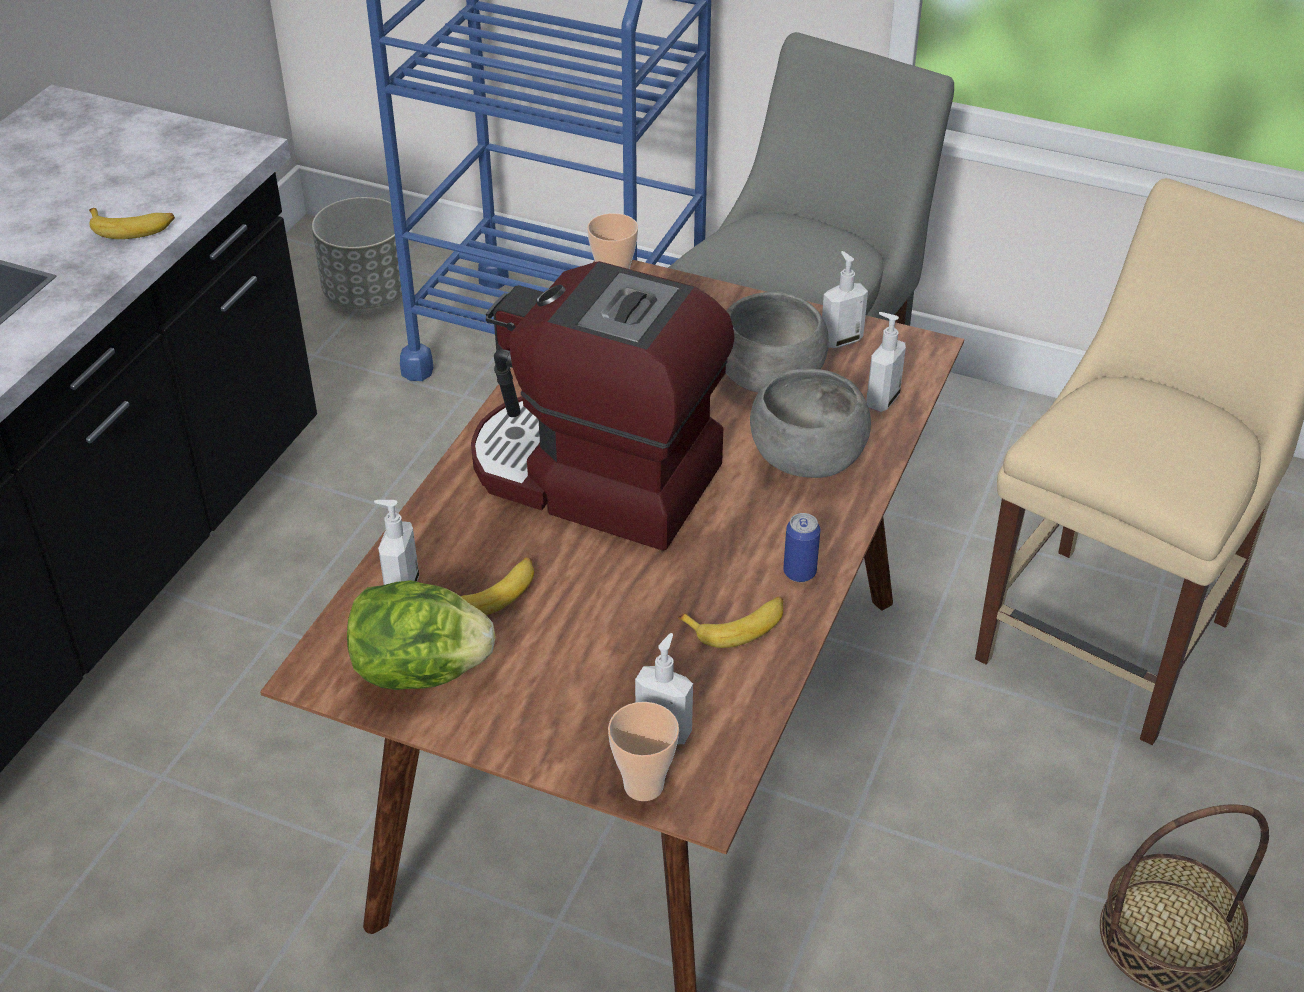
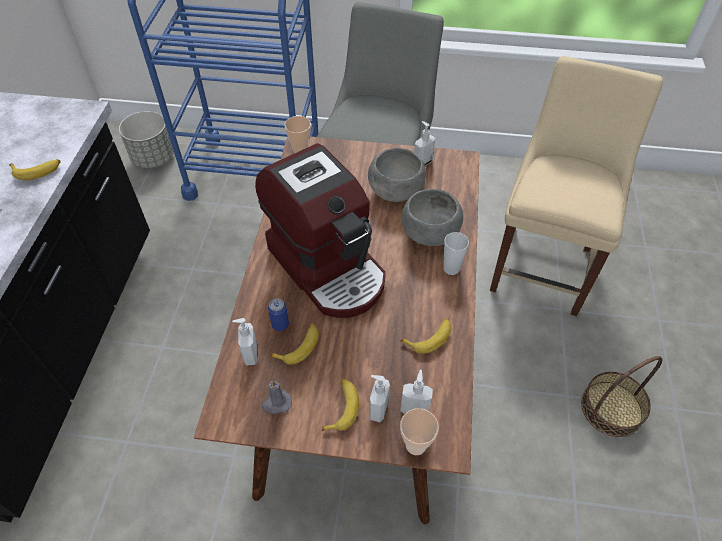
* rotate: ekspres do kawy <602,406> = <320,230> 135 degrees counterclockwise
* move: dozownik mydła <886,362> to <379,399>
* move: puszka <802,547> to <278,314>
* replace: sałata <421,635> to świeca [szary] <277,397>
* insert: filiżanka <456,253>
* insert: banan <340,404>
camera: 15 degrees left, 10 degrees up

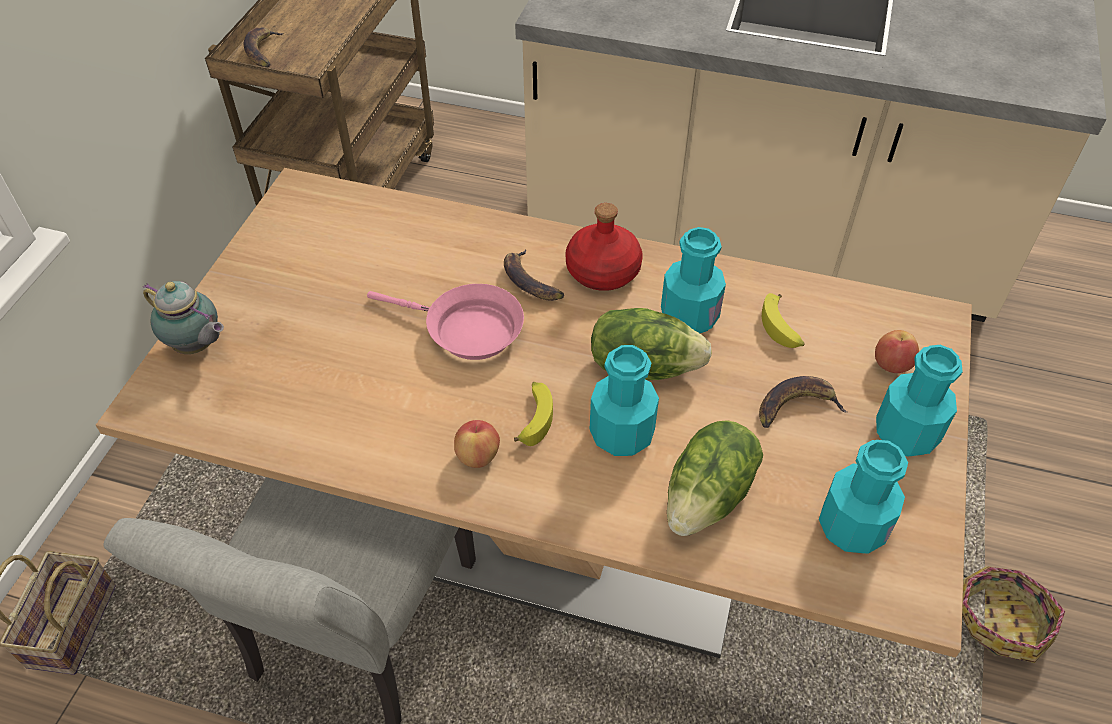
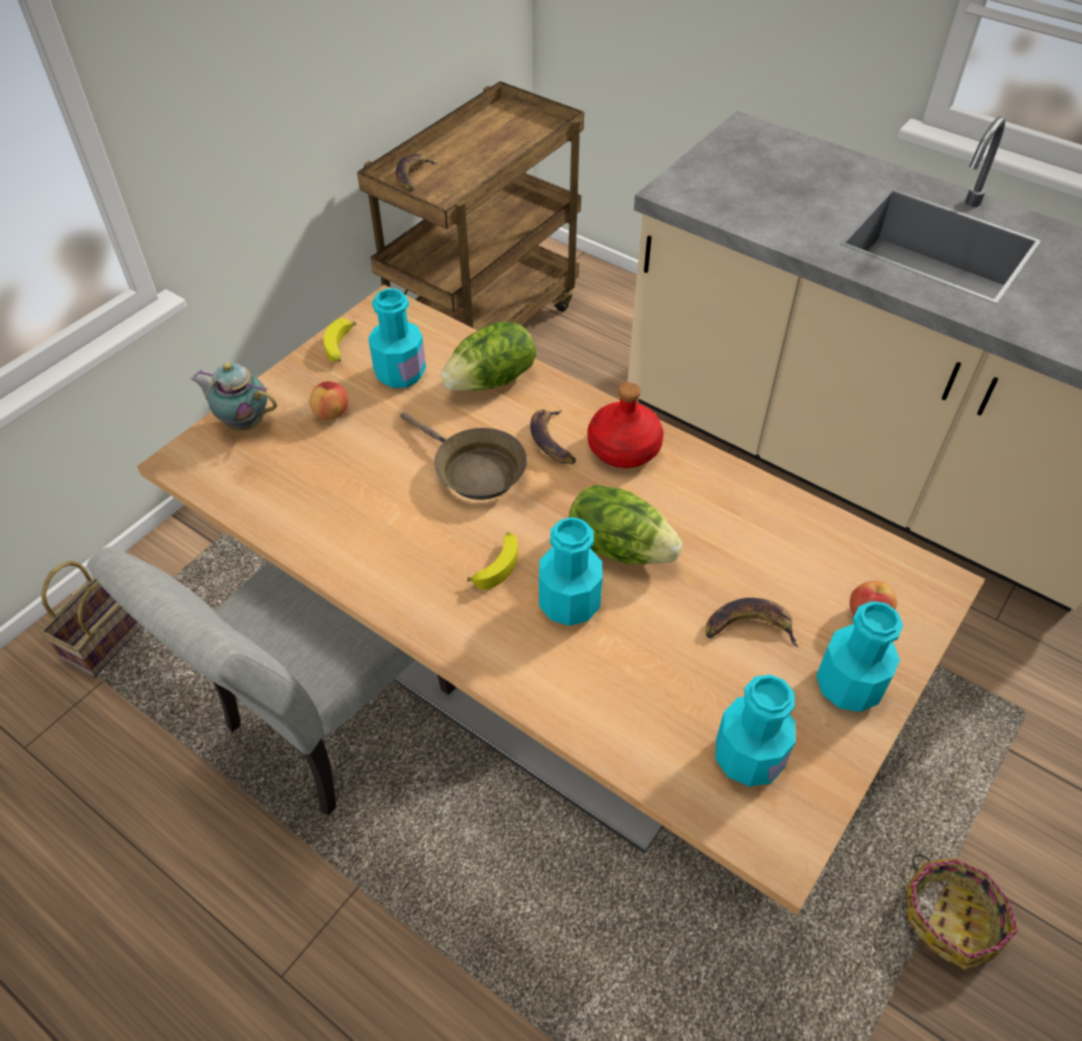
* move: butelka [turkusowy] <693,280> to <397,338>
* rotate: imbryk <183,317> = <234,397> 150 degrees clockwise
* recolor: patelnia [różowy] <445,322> to patelnia [brązowy] <463,456>
* move: banan <783,320> to <340,340>
* move: jabłko <477,444> to <328,400>
* move: sałata <715,478> to <488,356>
camera: 20 degrees right, 0 degrees up

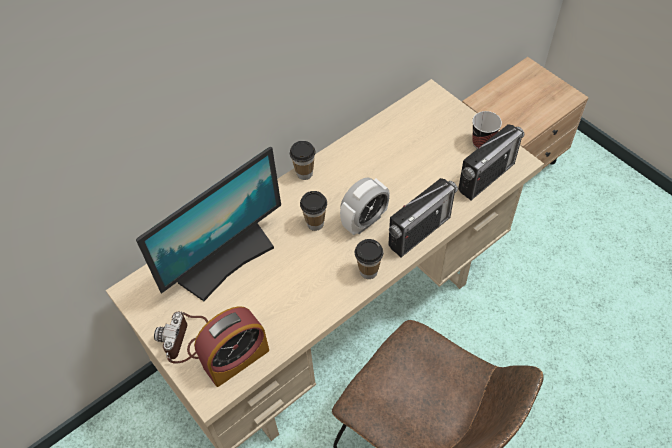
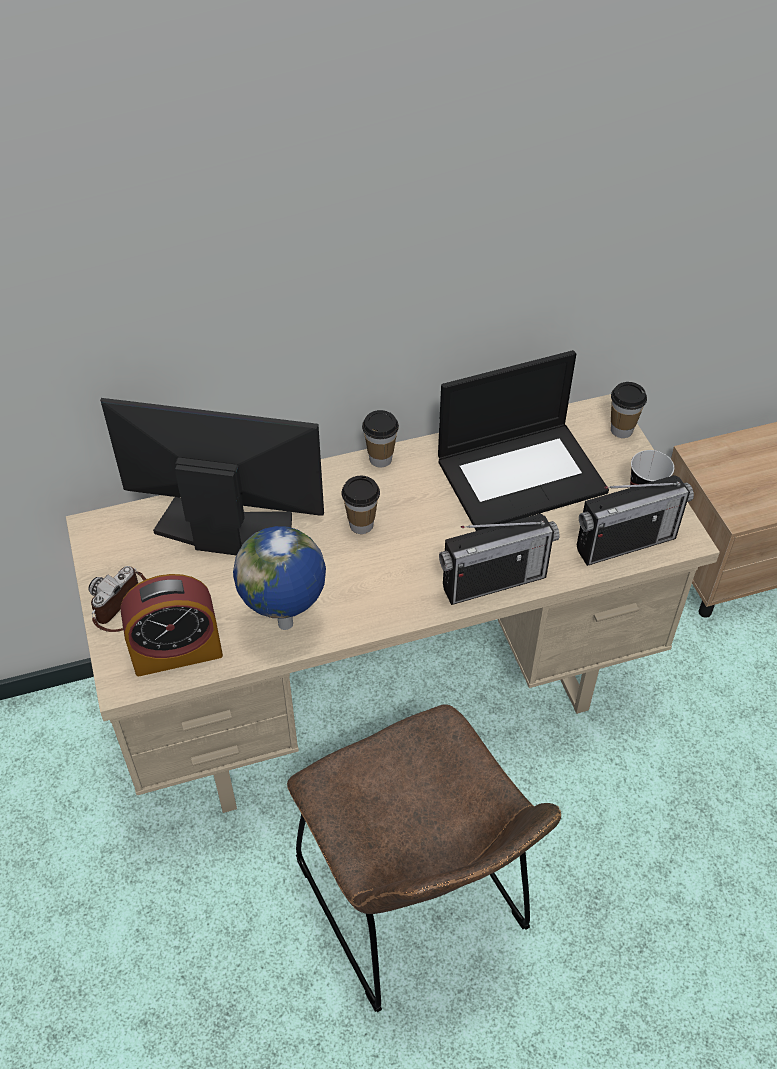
* rotate: monitor <208,224> = <212,476> 150 degrees counterclockwise
* delete: budzik <365,206>
* move: filiżanka <369,259> to <629,410>
* insert: laptop <523,440>
* insert: globus <279,578>
camera: 20 degrees right, 5 degrees down

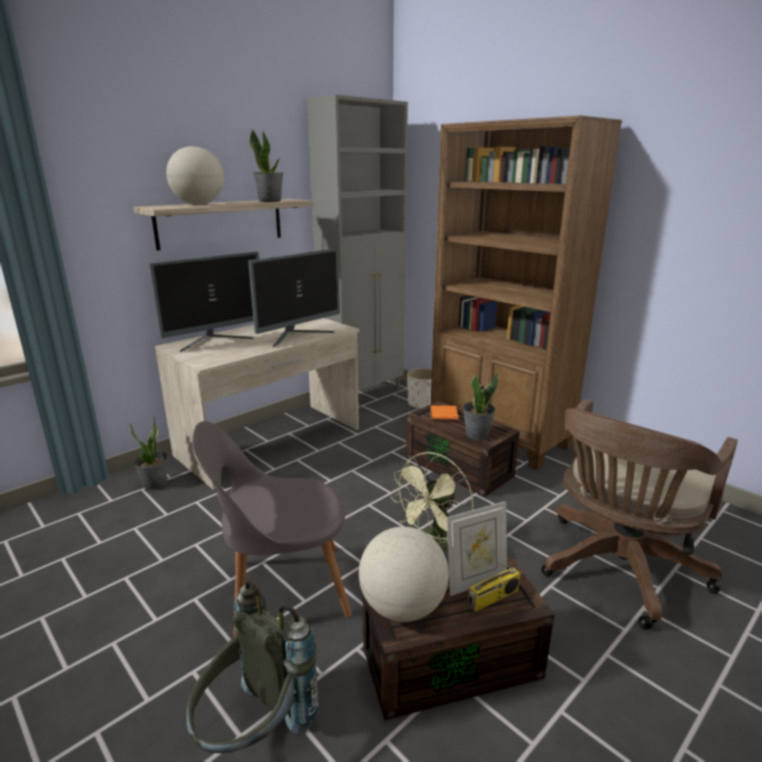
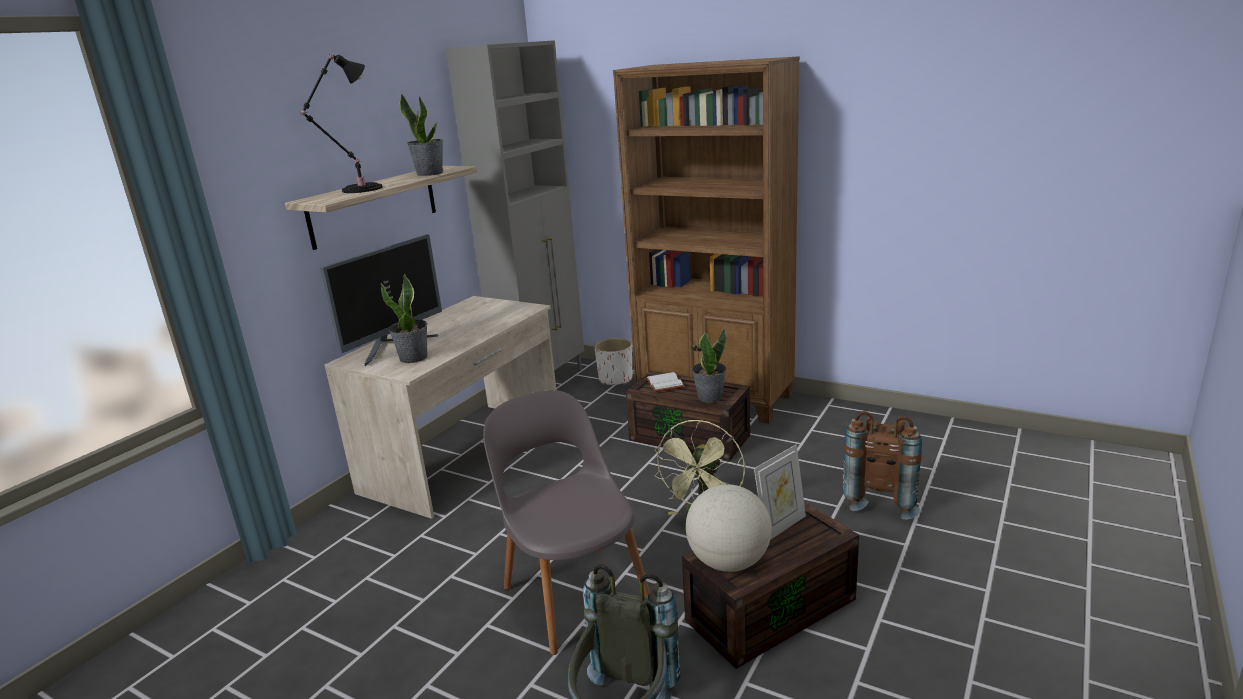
* replace: globus <195,175> to lampa stołowa [czarny] <341,123>
* delete: monitor <294,297>
* replace: krzesło biurowe [brązowy] <640,514> to plecak [brązowy] <882,465>
* recolor: książka [pomarańczowy] <444,413> to książka [biały] <665,382>
* move: roślina doniczkowa <149,453> to <404,318>
* rotate: krzesło [szary] <272,528> = <566,522> 90 degrees clockwise
* delete: radio <494,584>
camera: 15 degrees left, 0 degrees up

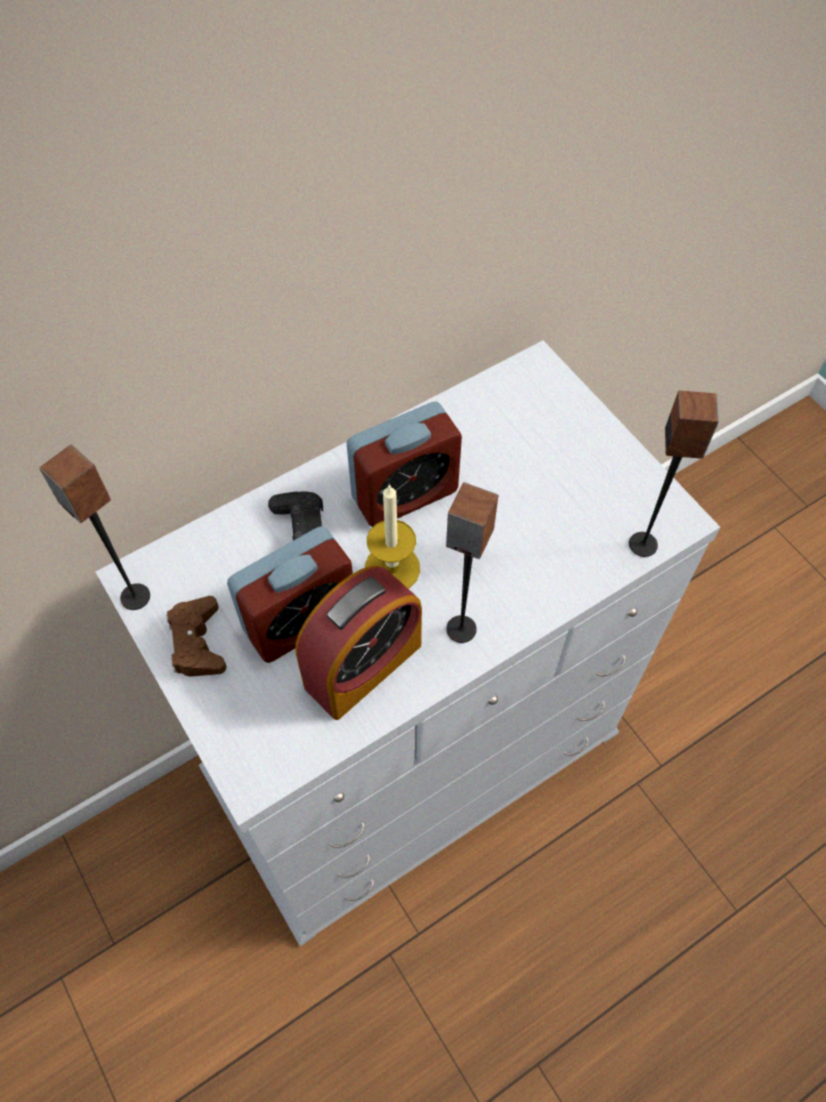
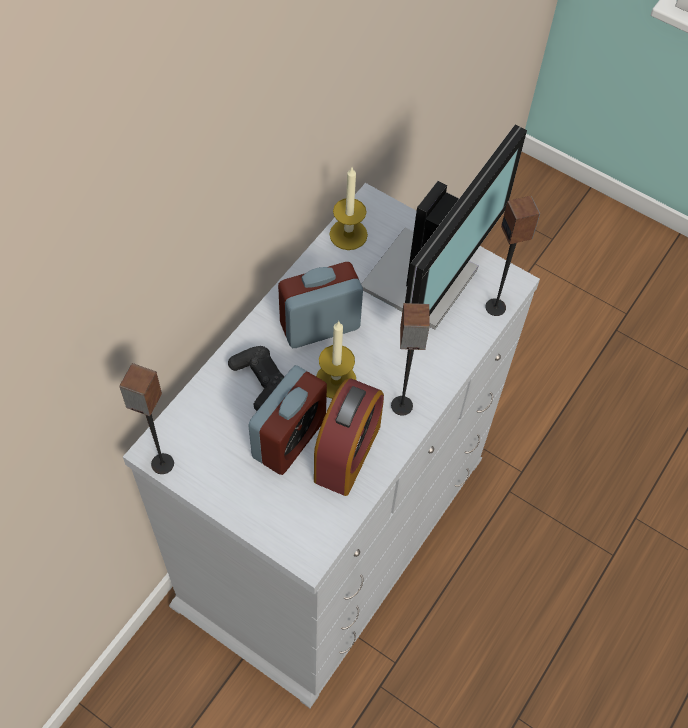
* rotate: budzik <404,464> = <320,305> 150 degrees counterclockwise
* delete: pad do gier [brązowy] <196,636>
* insert: monitor <444,227>
* insert: świeca <348,208>
camera: 25 degrees left, 0 degrees up

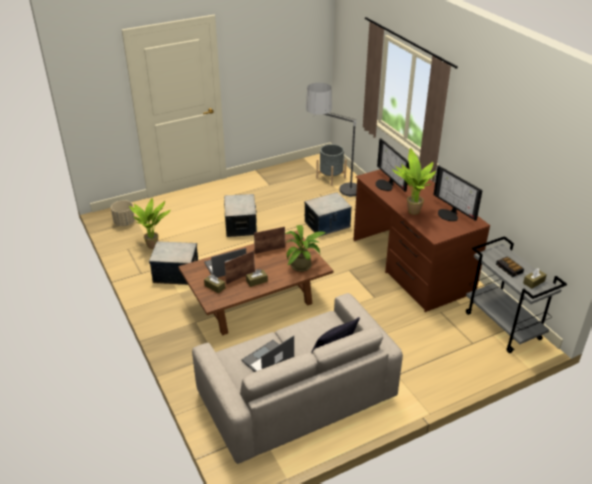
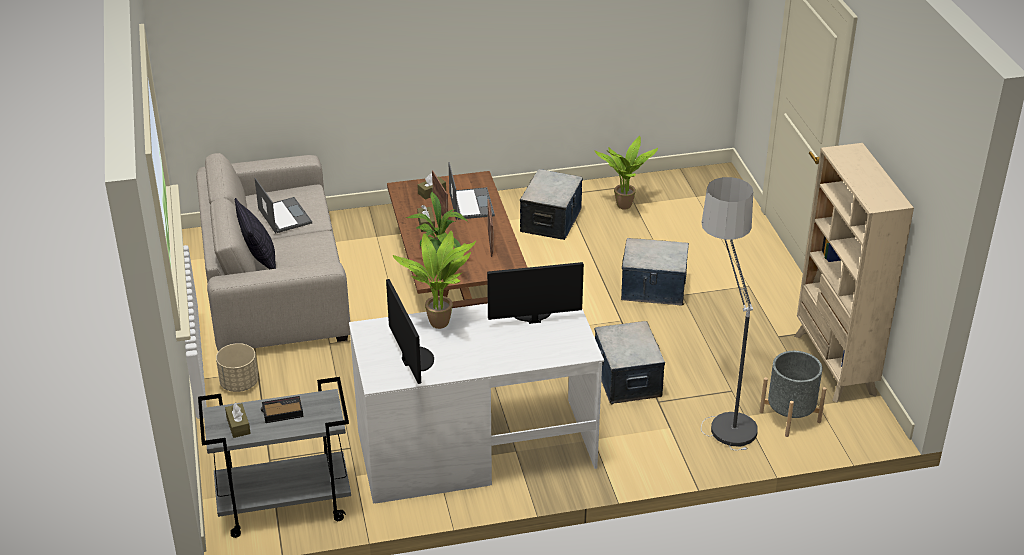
* rotate: monitor <458,193> = <410,331> 90 degrees clockwise
* recolor: biurko [brązowy] <421,240> to biurko [biały] <476,403>
* move: donica [beżowy] <123,213> to <237,367>
* insert: regał [beżowy] <854,272>
camera: 105 degrees right, 0 degrees up

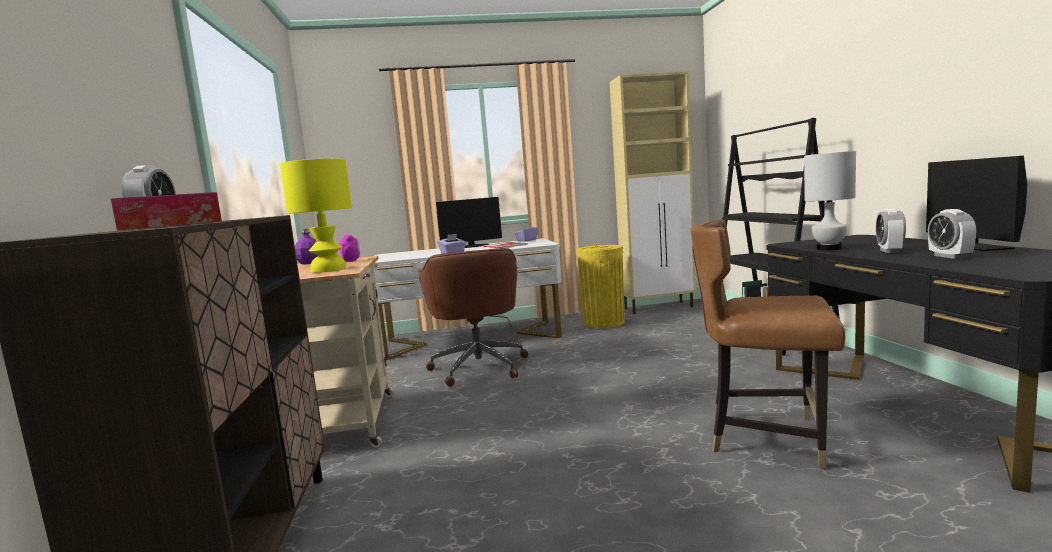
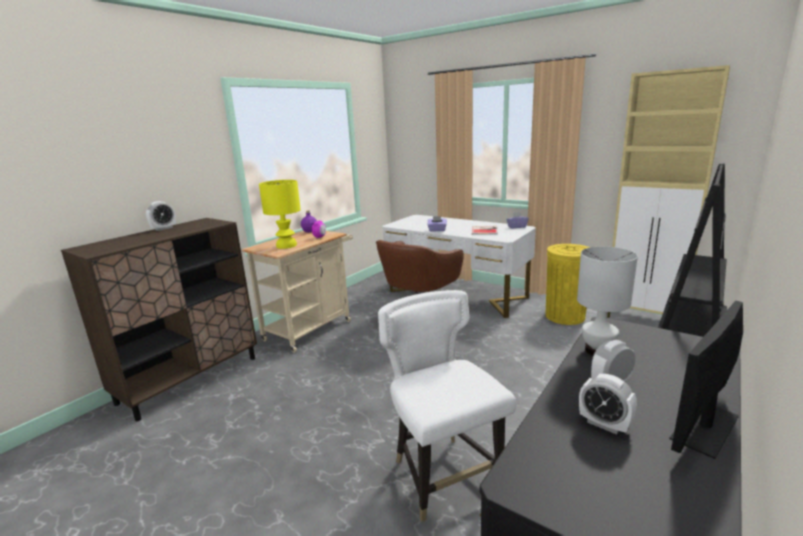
* delete: pudełko chusteczek <166,211>
* delete: monitor <469,222>
* rotate: budzik <952,234> = <608,404> 90 degrees counterclockwise
* recolor: krzesło [brązowy] <767,344> to krzesło [biały] <447,406>
camera: 45 degrees right, 10 degrees up

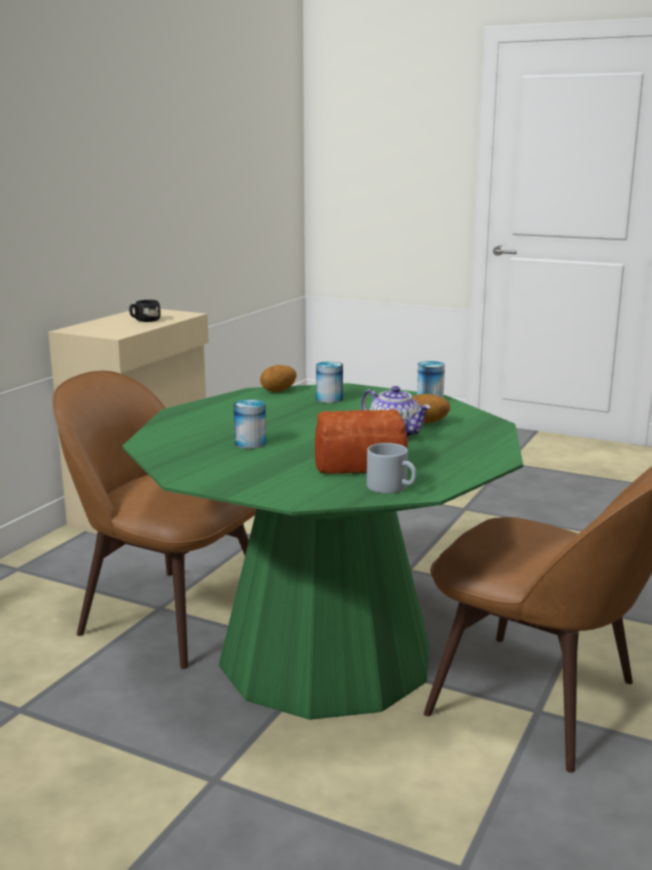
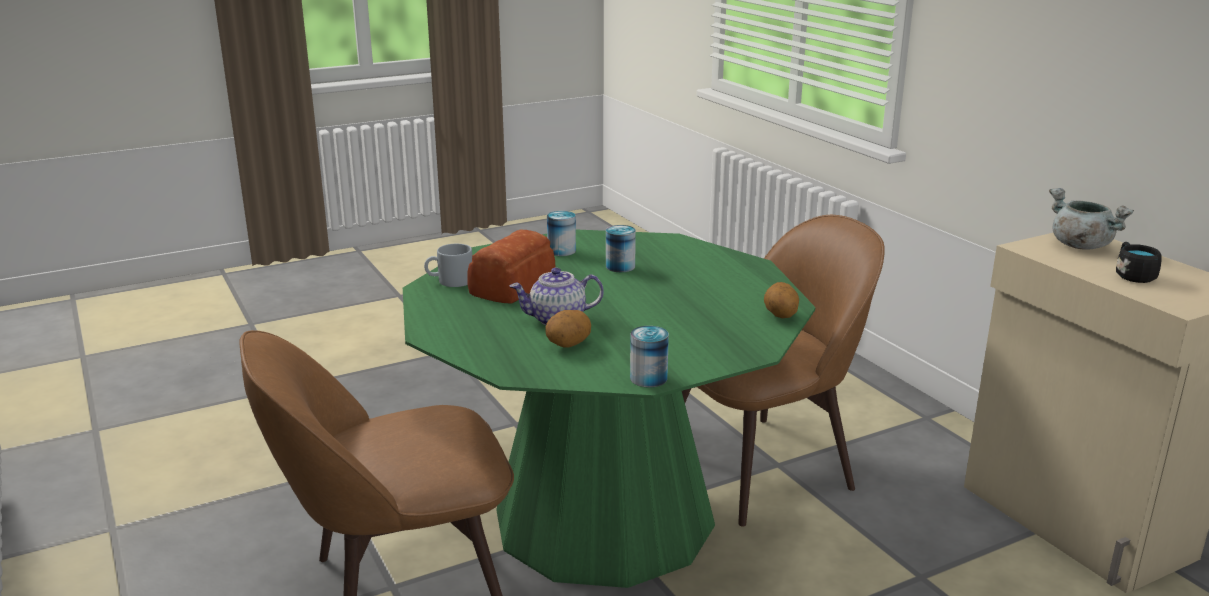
* move: puszka <329,382> to <561,233>
* insert: garnek [szary] <1091,219>
camera: 125 degrees right, 5 degrees up

